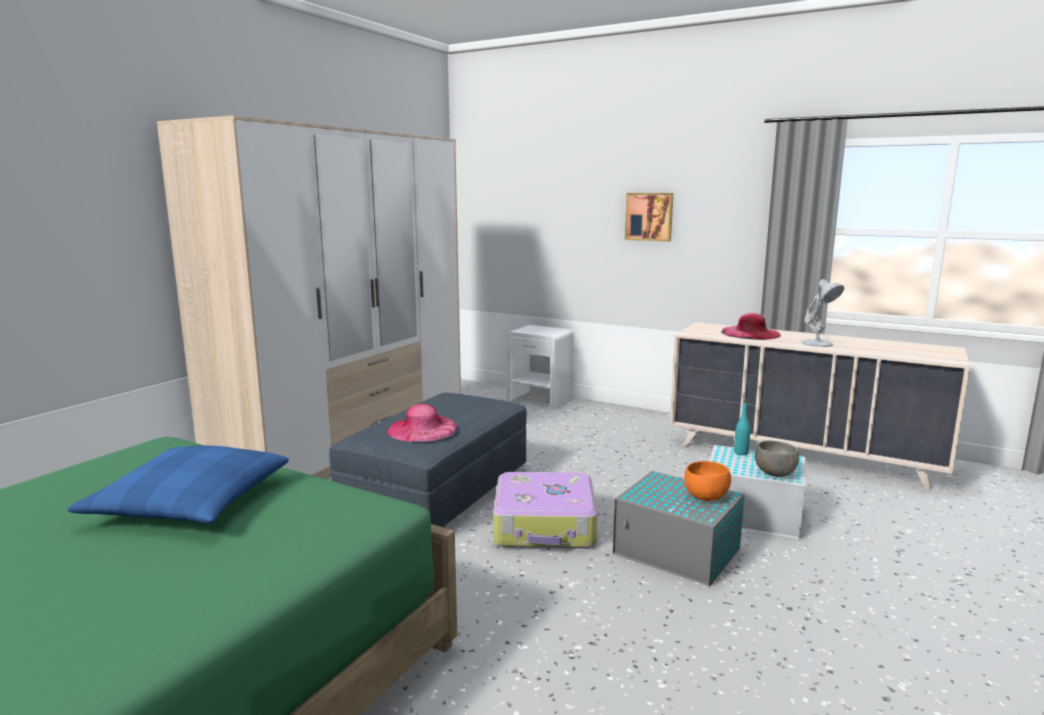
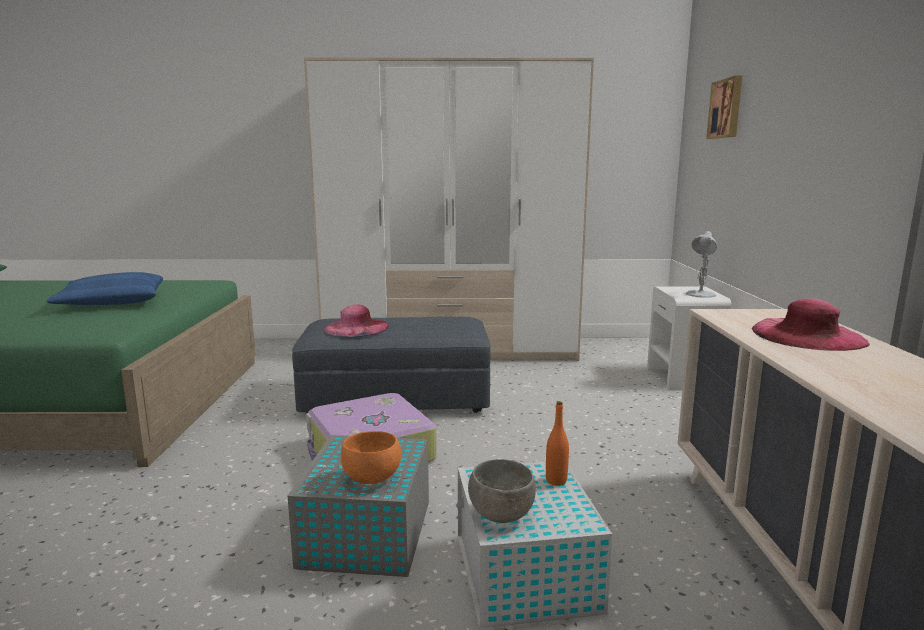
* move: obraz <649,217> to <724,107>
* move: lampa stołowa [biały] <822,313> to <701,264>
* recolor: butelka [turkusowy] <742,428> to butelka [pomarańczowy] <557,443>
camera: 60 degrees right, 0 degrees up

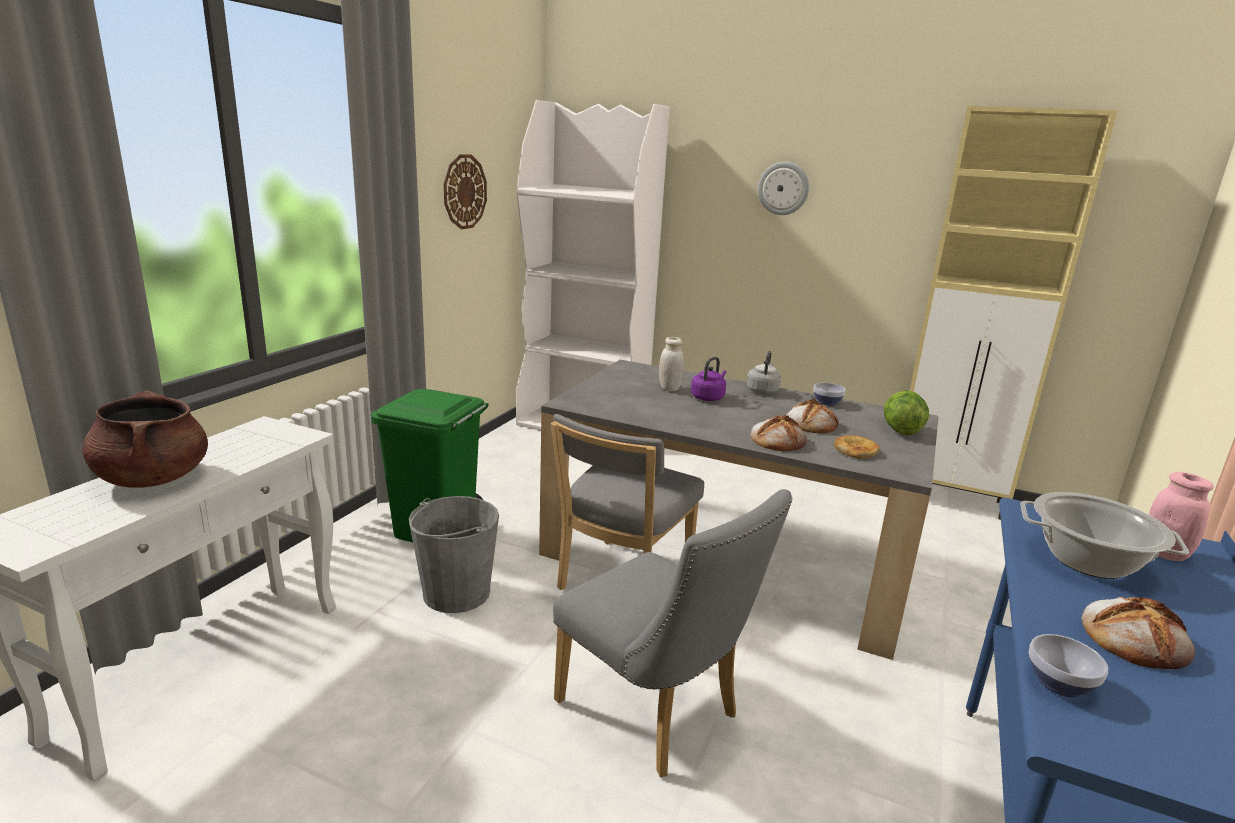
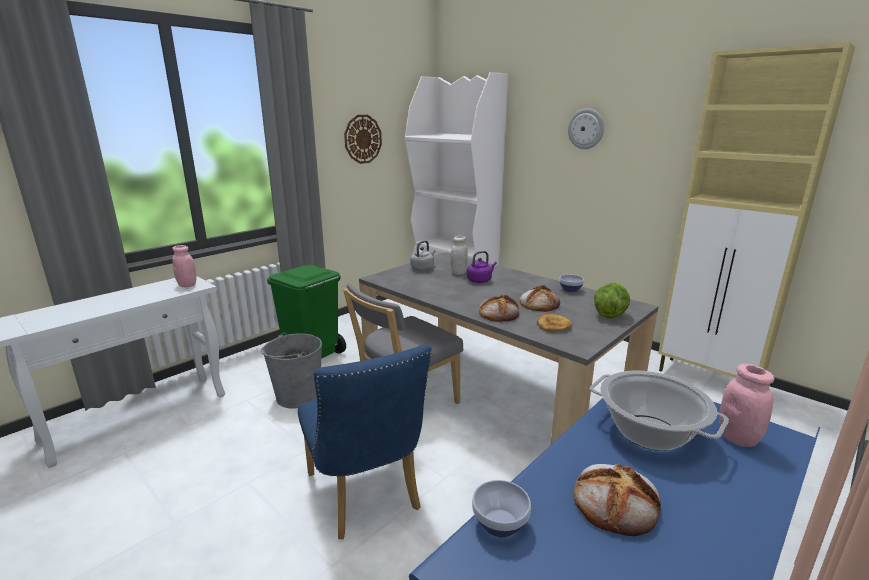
* move: czajnik [szary] <764,372> to <422,256>
* delete: garnek [brązowy] <145,438>
* recolor: krzesło [szary] <672,633> to krzesło [niebieski] <364,441>
* insert: słoik [różowy] <184,266>
camera: 20 degrees right, 0 degrees up

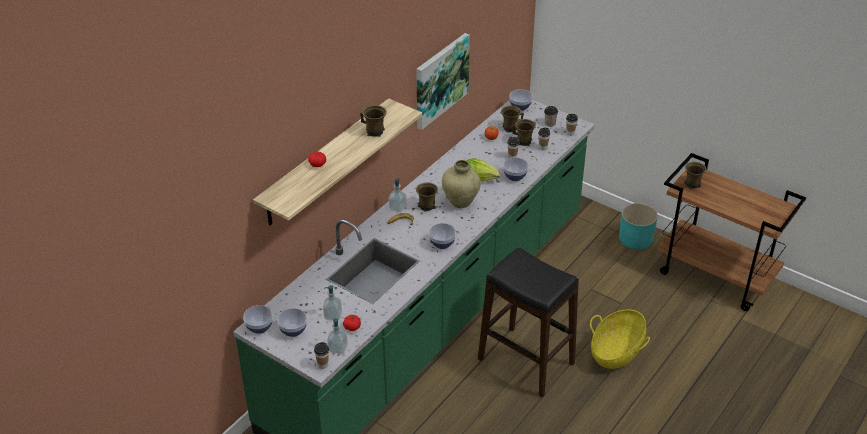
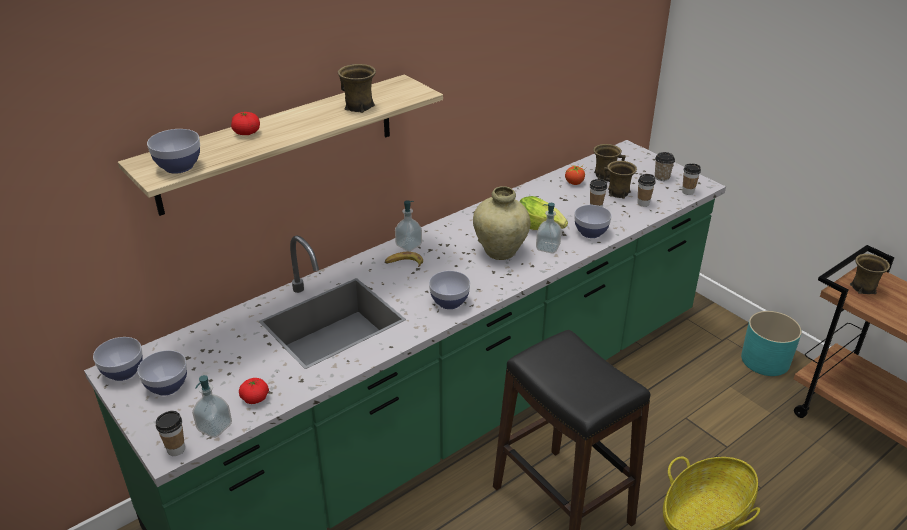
* delete: obraz <443,81>
* move: miska <521,100> to <173,151>
* delete: kubek [brązowy] <427,197>
* move: dozownik mydła <332,302> to <549,228>
camera: 15 degrees right, 5 degrees down

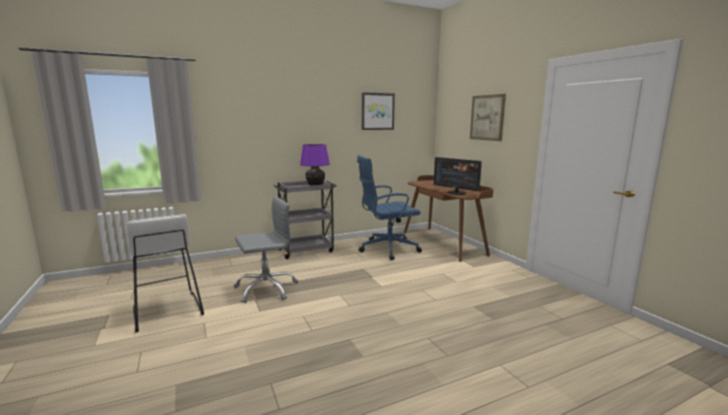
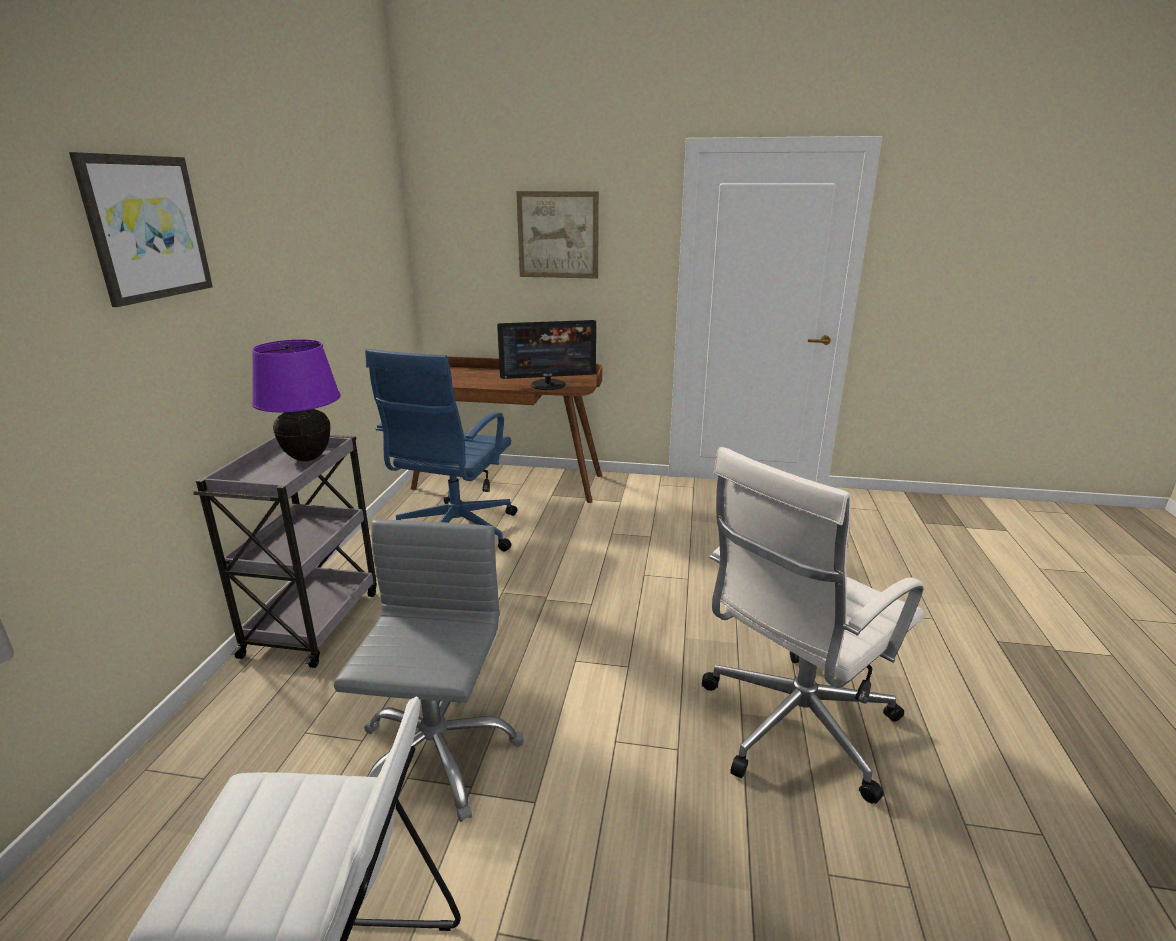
* move: obraz <378,111> to <141,229>
* insert: krzesło biurowe [biały] <813,625>
camera: 55 degrees left, 10 degrees up

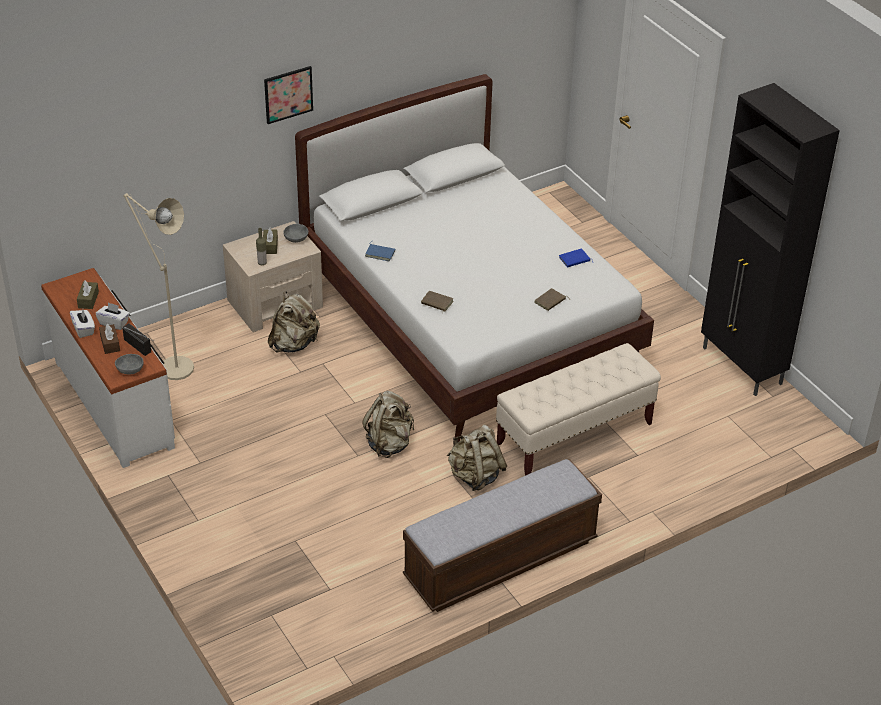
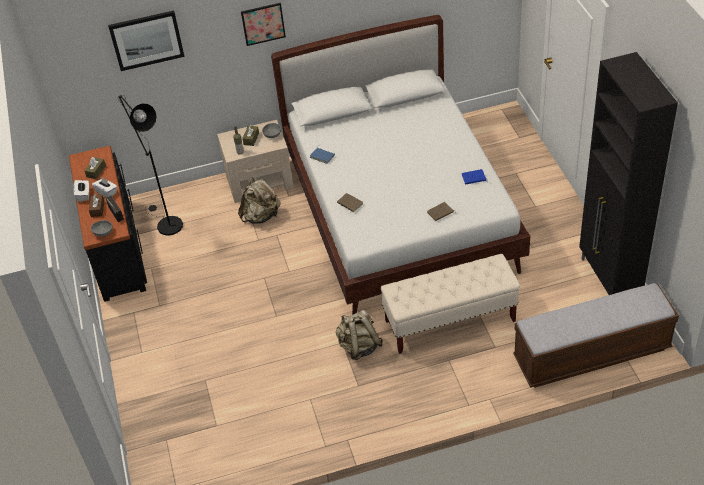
* recolor: lampa stojąca [beżowy] <158,286> to lampa stojąca [czarny] <150,165>
* recolor: komoda [biały] <108,368> to komoda [czarny] <108,224>
* delete: plecak [beżowy] <388,424>
* move: ławka <502,535> to <596,335>
* insert: obraz <146,41>
camera: 20 degrees right, 5 degrees up

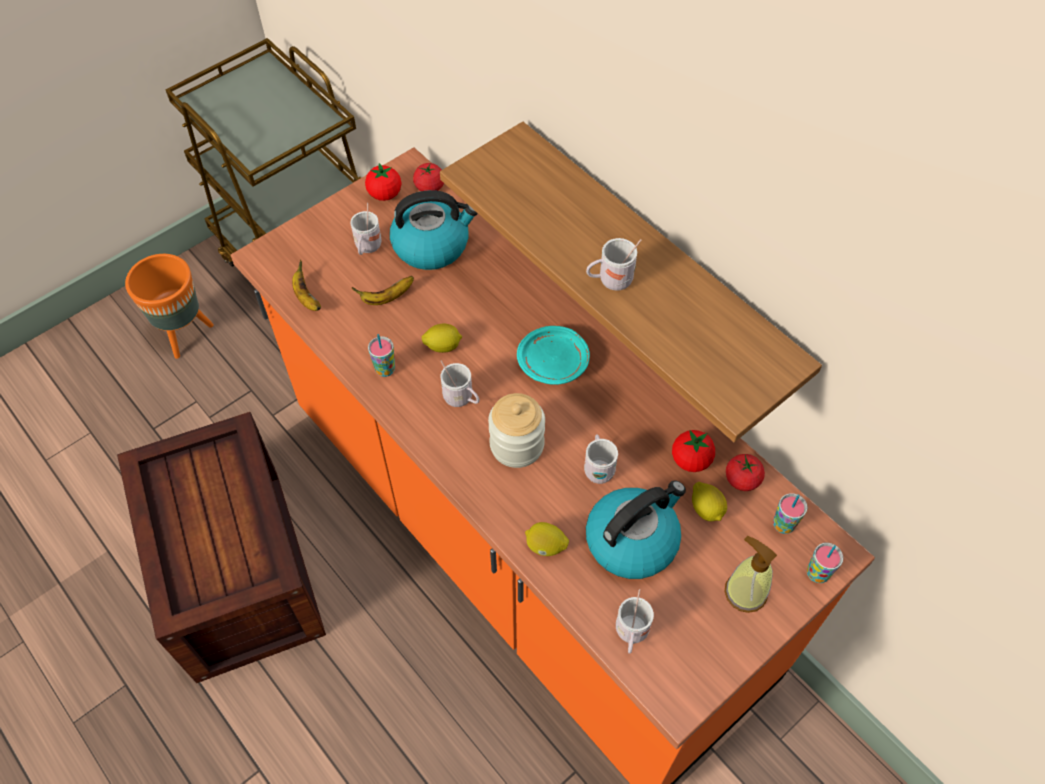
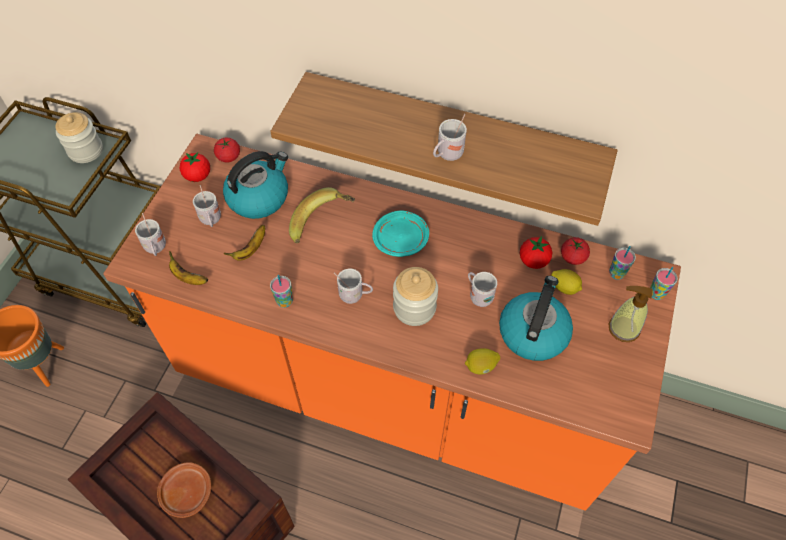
* delete: cytryna <442,338>
* move: kubek [biały] <635,621> to <150,234>
* insert: słoik <79,137>
* insert: banan <322,215>
* insert: talerz [brązowy] <184,490>
camera: 30 degrees left, 0 degrees up

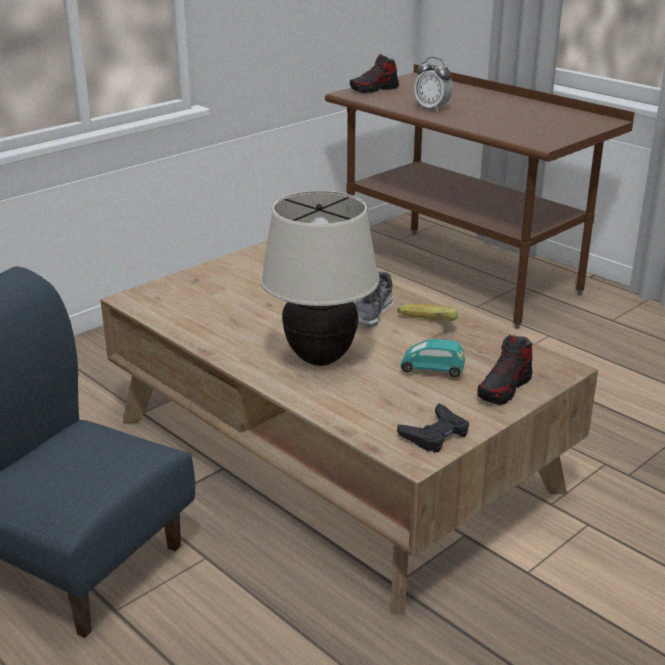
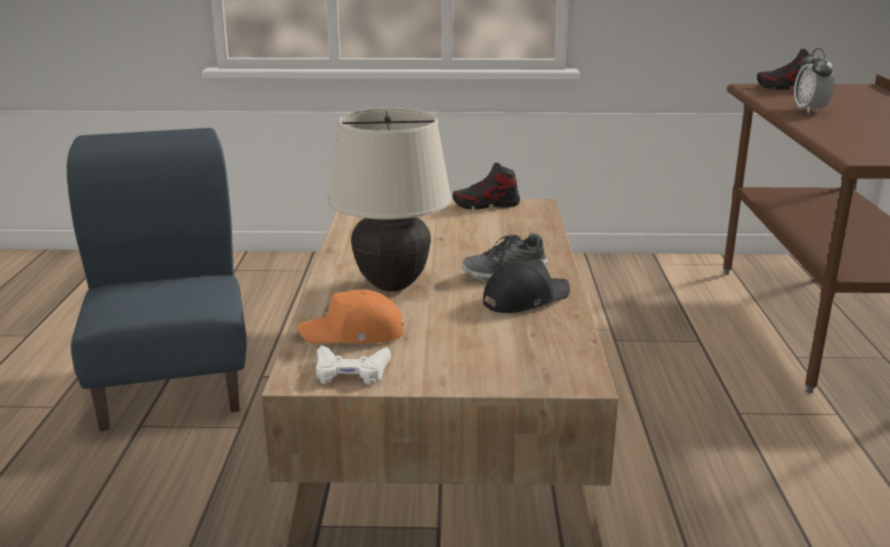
* replace: banan <427,312> to czapka z daszkiem [czarny] <526,286>
* move: but <504,369> to <486,186>
* delete: samochodzik [turkusowy] <432,358>
* recolor: pad do gier [czarny] <433,428> to pad do gier [biały] <353,365>
* insert: czapka z daszkiem [pomarańczowy] <350,317>
camera: 45 degrees right, 5 degrees down

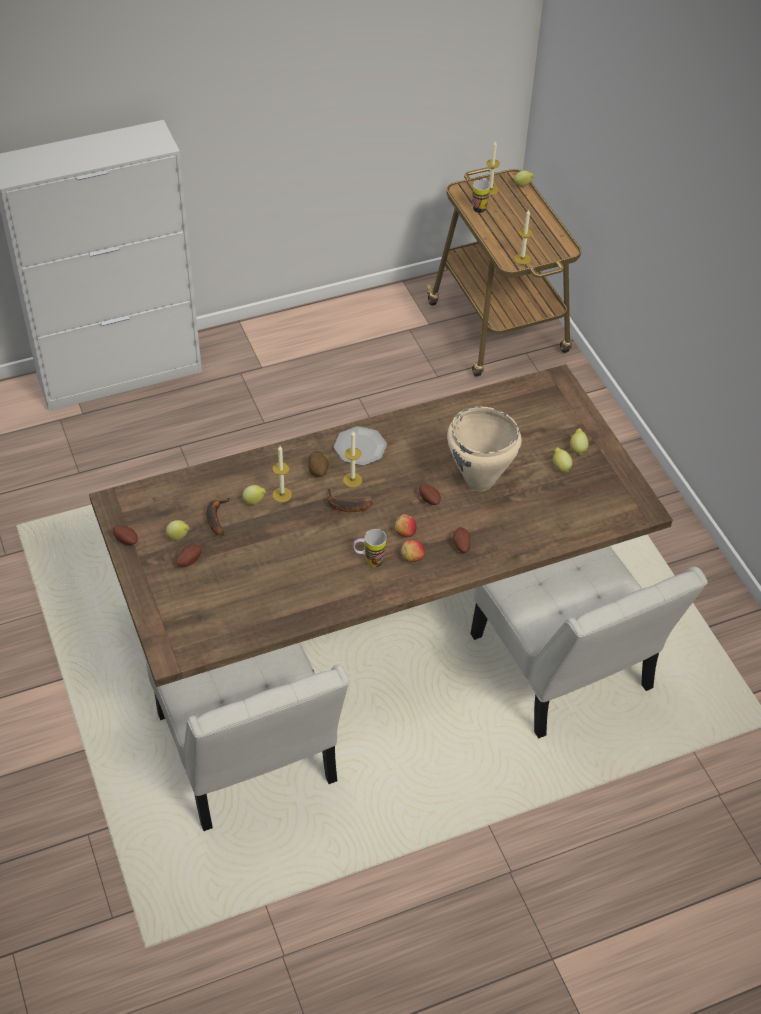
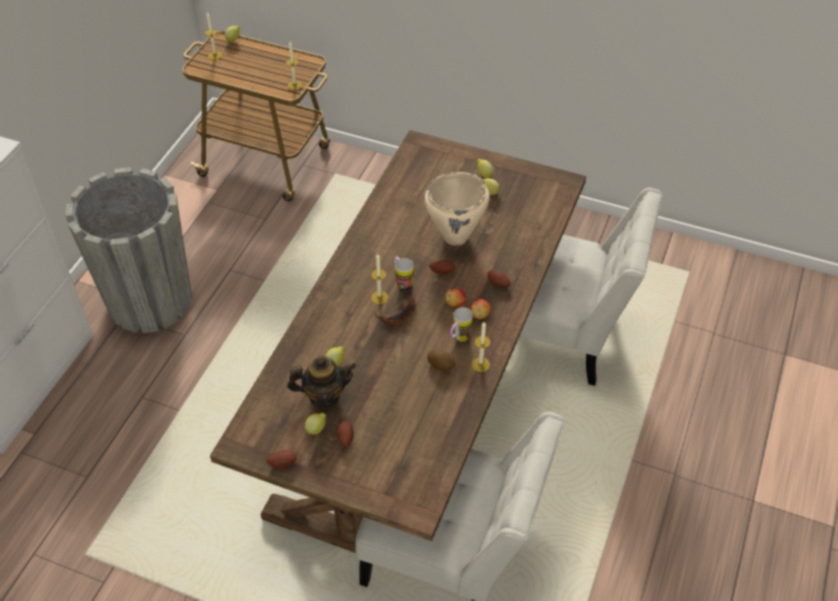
* move: kubek <481,195> to <404,274>
* delete: talerz <360,446>
* move: świeca <282,474> to <481,347>
* move: ziemniak <318,464> to <441,360>
* replace: banan <218,517> to imbryk <321,382>
* insert: donica [szary] <128,250>
camera: 45 degrees left, 0 degrees up

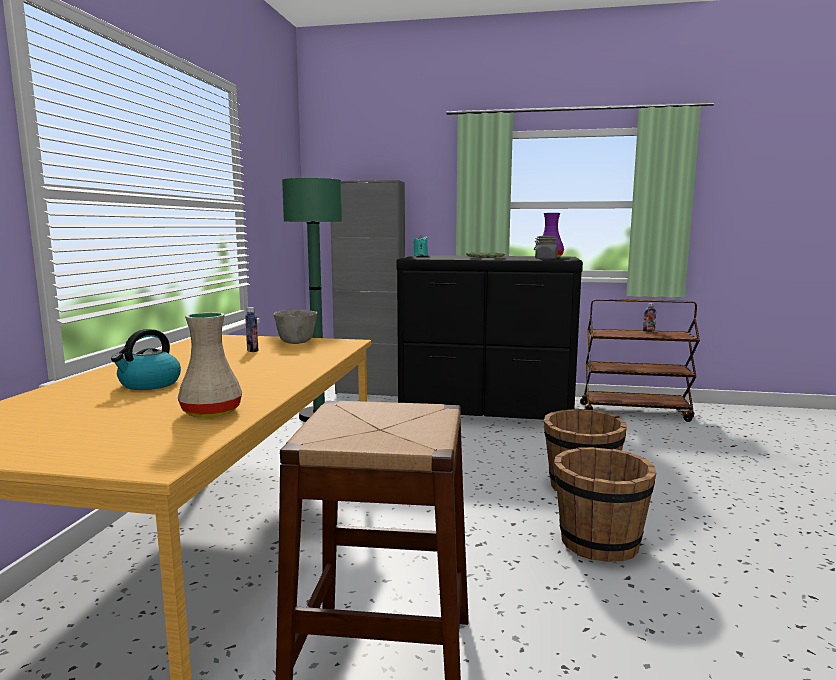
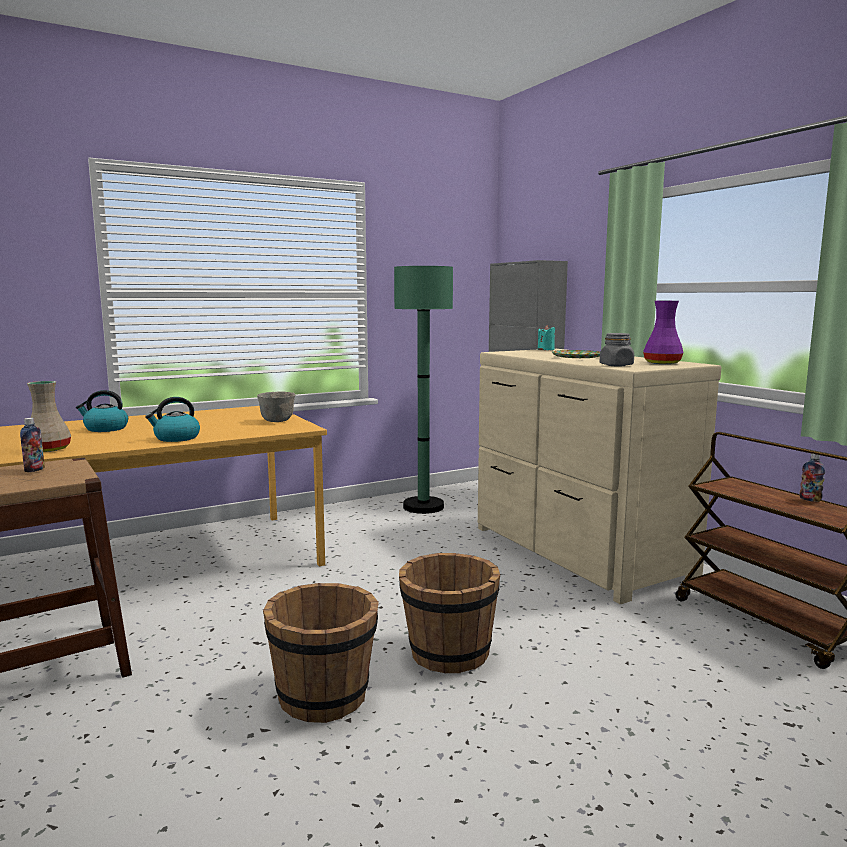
* recolor: komoda [czarny] <489,337> to komoda [beżowy] <600,476>
* move: butelka <251,329> to <32,445>
* insert: czajnik <172,419>
camera: 50 degrees right, 0 degrees up

